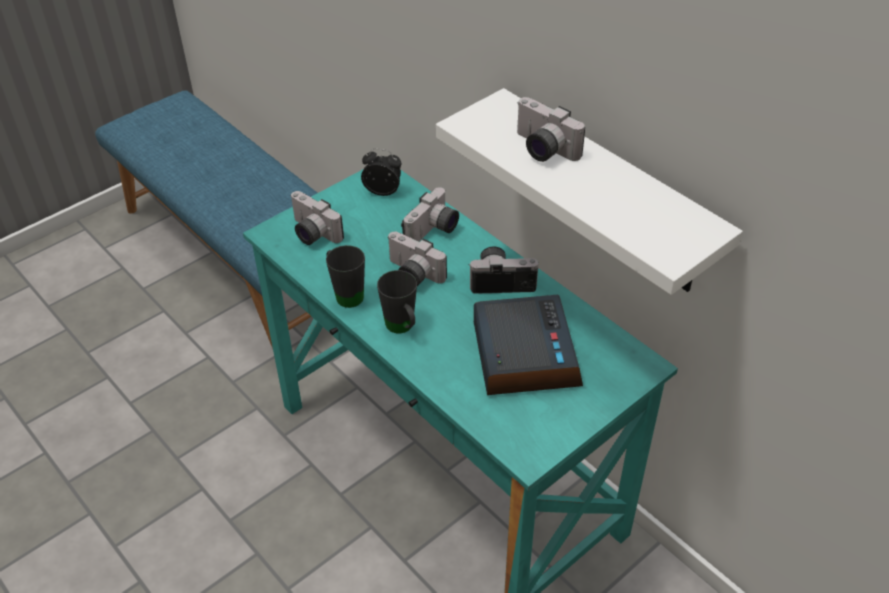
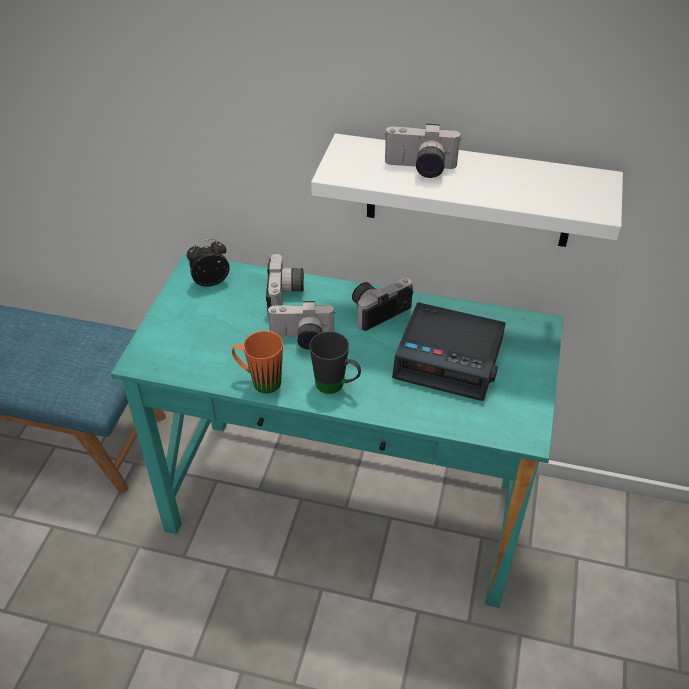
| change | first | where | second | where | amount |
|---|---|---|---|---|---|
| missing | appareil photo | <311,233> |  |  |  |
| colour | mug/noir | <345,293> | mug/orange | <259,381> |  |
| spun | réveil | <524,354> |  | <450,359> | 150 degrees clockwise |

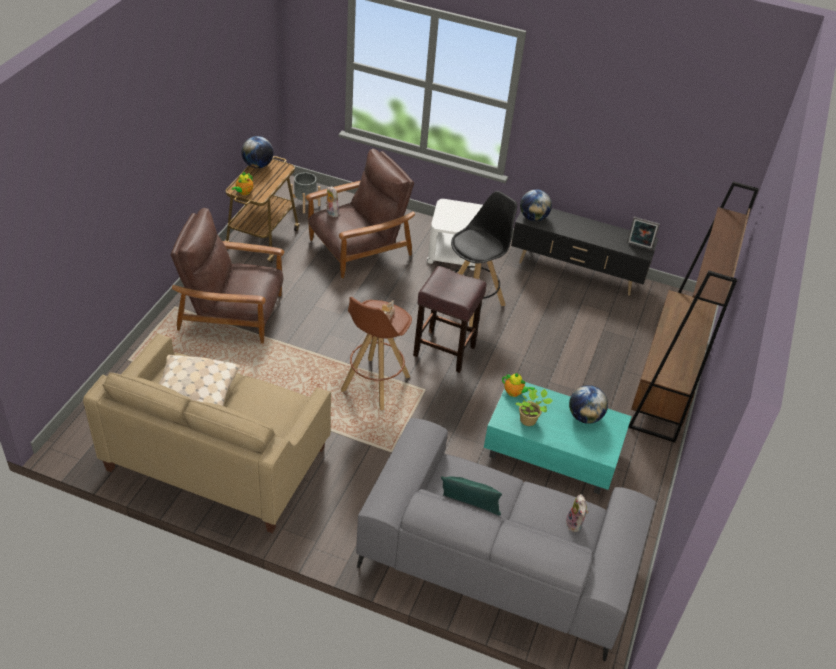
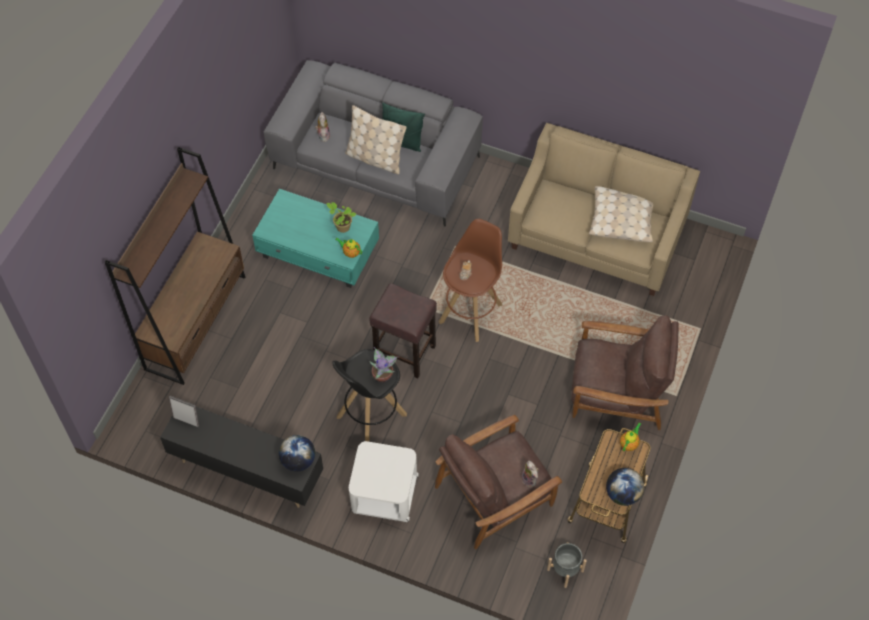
| change | first | where | second | where | amount |
|---|---|---|---|---|---|
| missing | globe | <584,417> |  |  |  |
| appeared |  |  | coussin/beige | <375,158> |  |
| appeared |  |  | plante en pot | <383,375> |  |

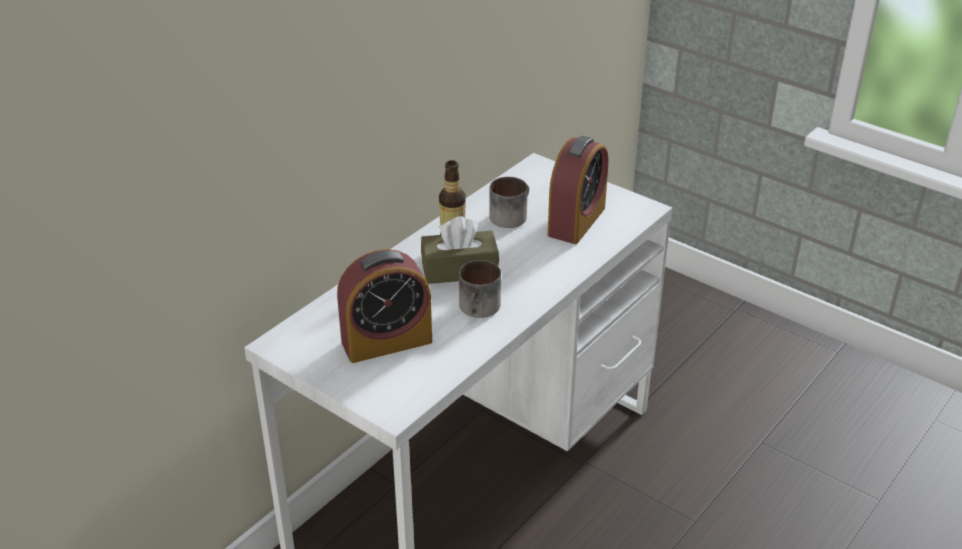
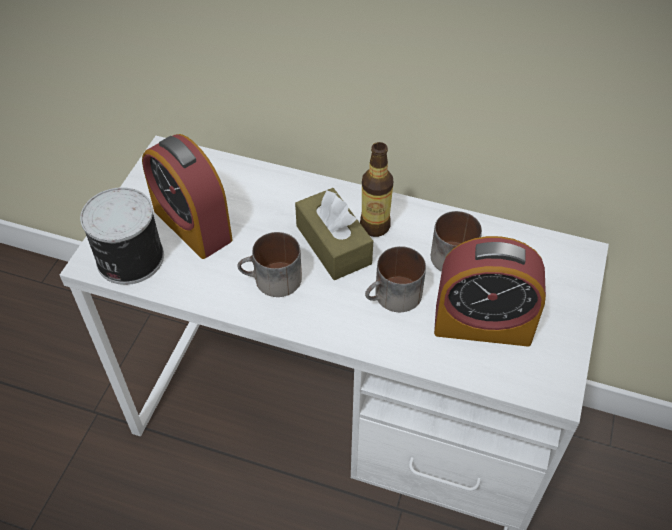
| change | first | where | second | where | amount |
|---|---|---|---|---|---|
| appeared |  |  | boîte métallique | <128,259> |  |
| appeared |  |  | mug | <394,298> |  |

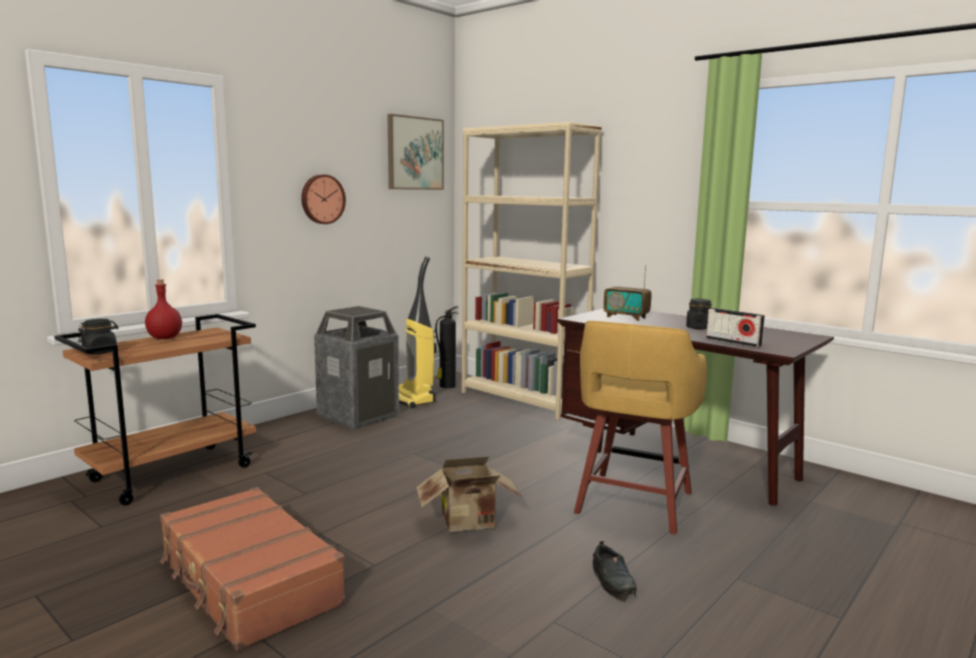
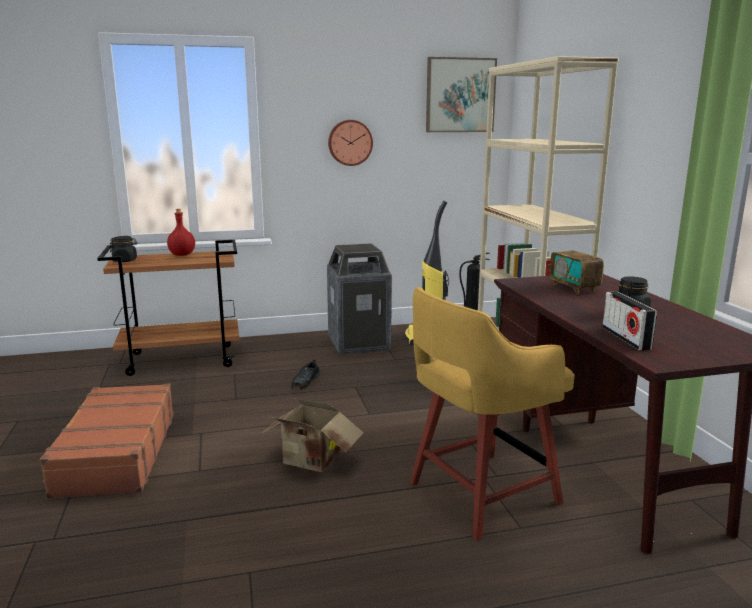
| change | first | where | second | where | amount |
|---|---|---|---|---|---|
| relocated | chaussure/noir | <613,580> |  | <305,381> |  |

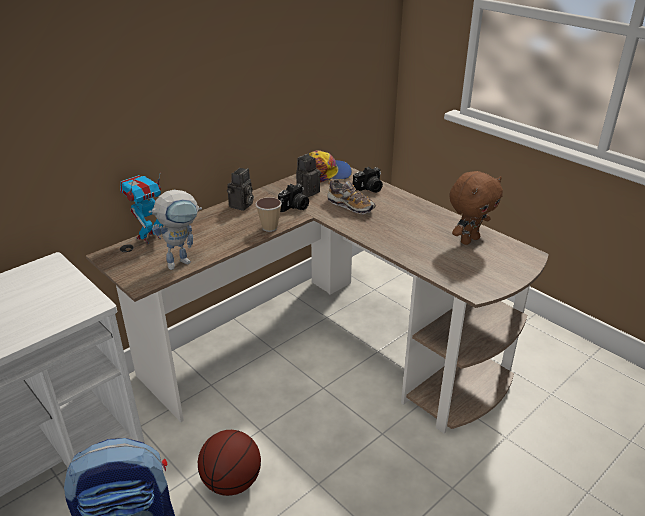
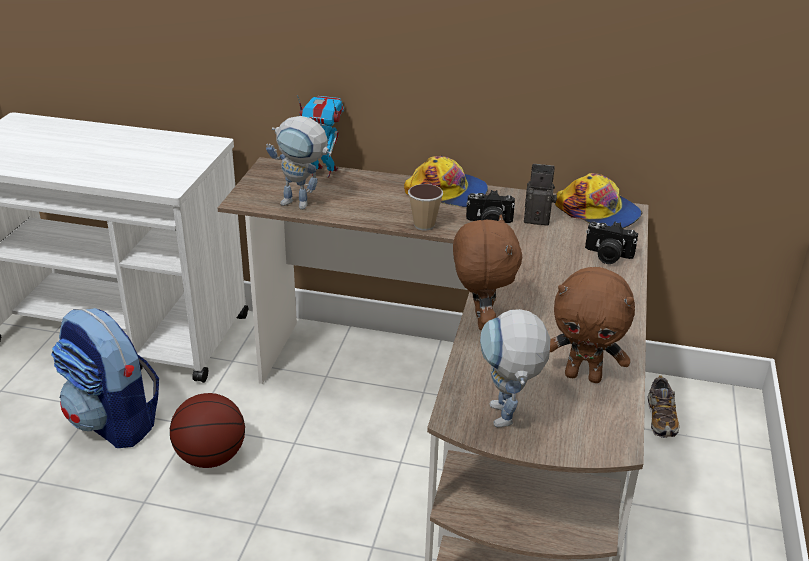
| change | first | where | second | where | amount |
|---|---|---|---|---|---|
| exchanged | appareil photo | <241,206> | casquette | <447,192> |  |
| relocated | chaussure | <350,206> |  | <661,418> |  |
| appeared |  |  | peluche/marron | <480,321> |  |
| appeared |  |  | robot jouet | <506,422> |  |

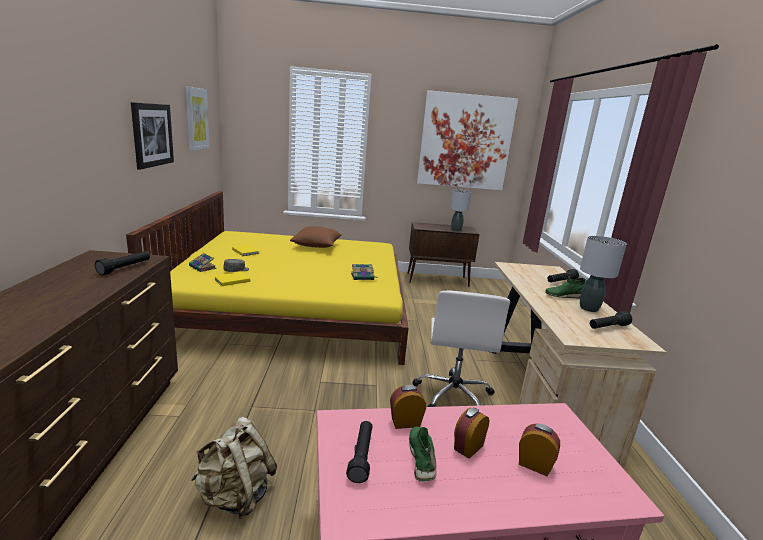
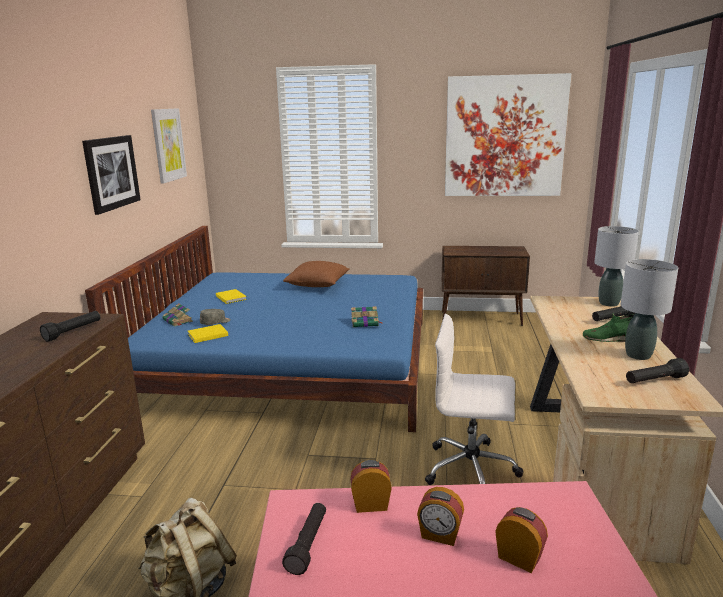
| change | first | where | second | where | amount |
|---|---|---|---|---|---|
| relocated | lampe de table/gris | <456,230> |  | <609,303> |  |
| colour | lit/jaune | <293,306> | lit/bleu | <291,361> |  |
| spun | chaise de bureau/blanc | <453,395> |  | <472,470> | 90 degrees clockwise |
| spun | réveil | <467,447> |  | <439,535> | 120 degrees counterclockwise |
| missing | chaussure/vert | <422,458> |  |  |  |

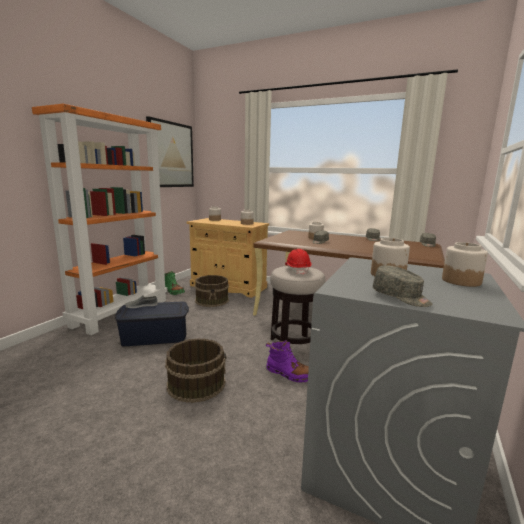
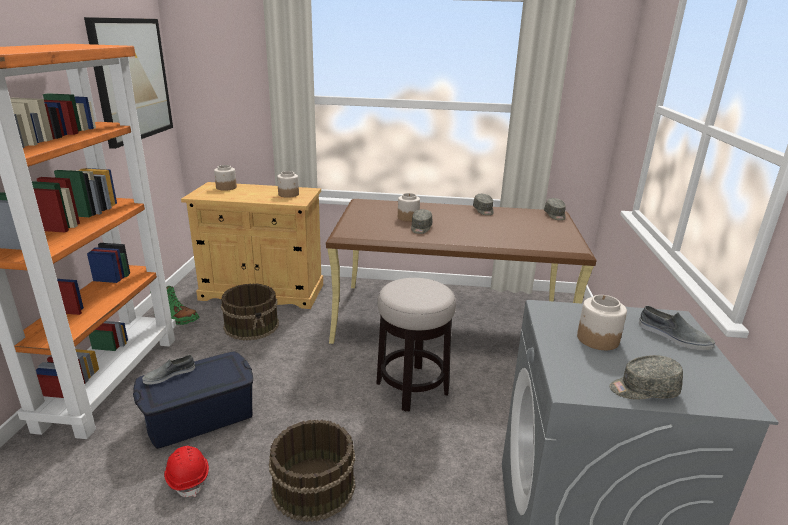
| change | first | where | second | where | amount |
|---|---|---|---|---|---|
| exchanged | bocal | <461,281> | chaussure/gris | <673,336> |  |
| relocated | casque de chantier/rouge | <297,270> |  | <188,477> |  |
| spun | casquette/gris | <401,297> |  | <643,390> | 150 degrees clockwise |
| missing | botte/violet | <289,374> |  |  |  |

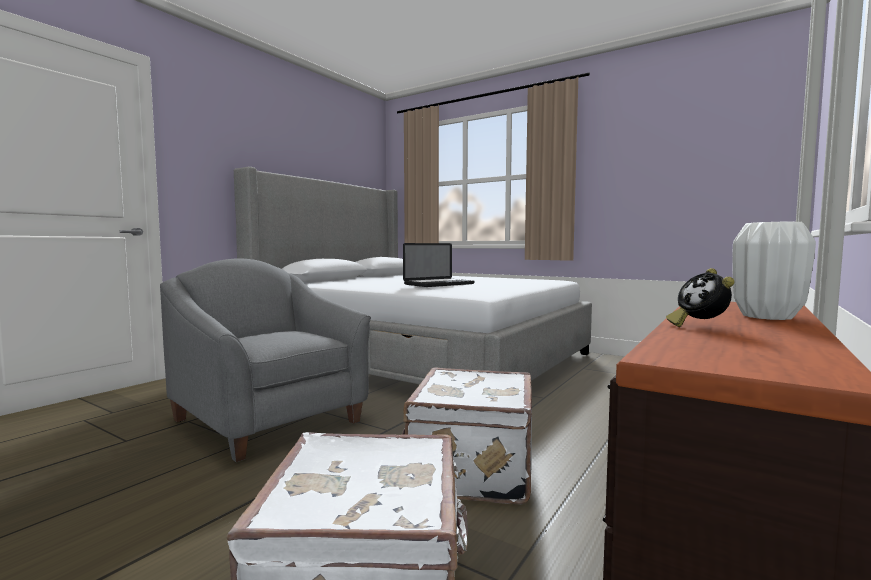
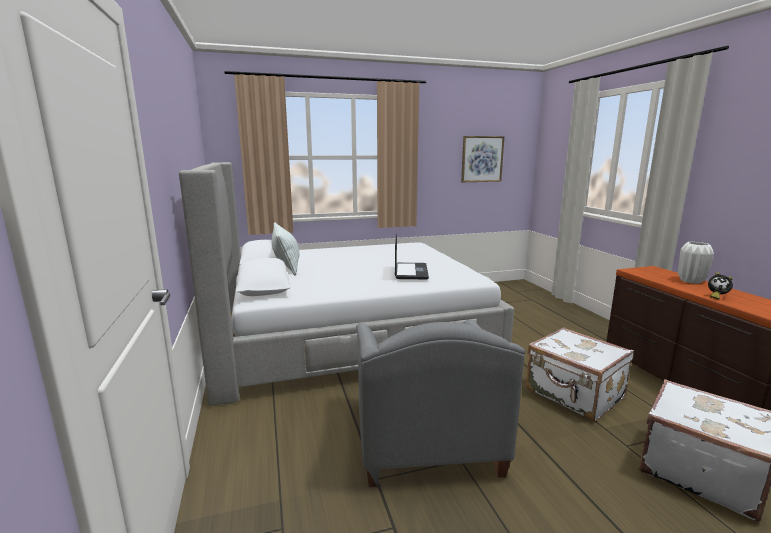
| change | first | where | second | where | amount |
|---|---|---|---|---|---|
| spun | fauteuil/gris | <270,421> |  | <424,436> | 90 degrees counterclockwise |
| appeared |  |  | tableau | <482,159> |  |
| appeared |  |  | coussin | <286,265> |  |

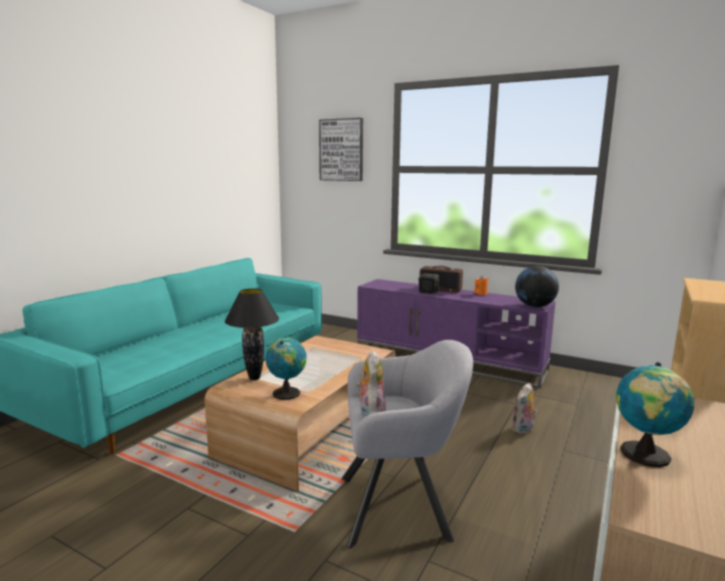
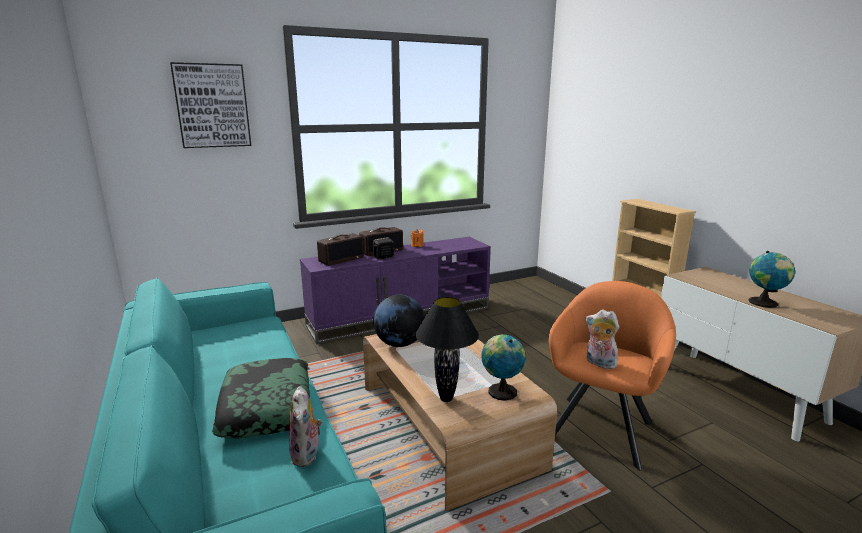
| change | first | where | second | where | amount |
|---|---|---|---|---|---|
| relocated | globe | <534,306> |  | <399,344> |  |
| colour | fauteuil/gris | <401,506> | fauteuil/orange | <602,426> |  |
| relocated | peluche | <523,430> |  | <307,455> |  |
| appeared |  |  | radio | <341,259> |  |
| appeared |  |  | coussin | <266,407> |  |

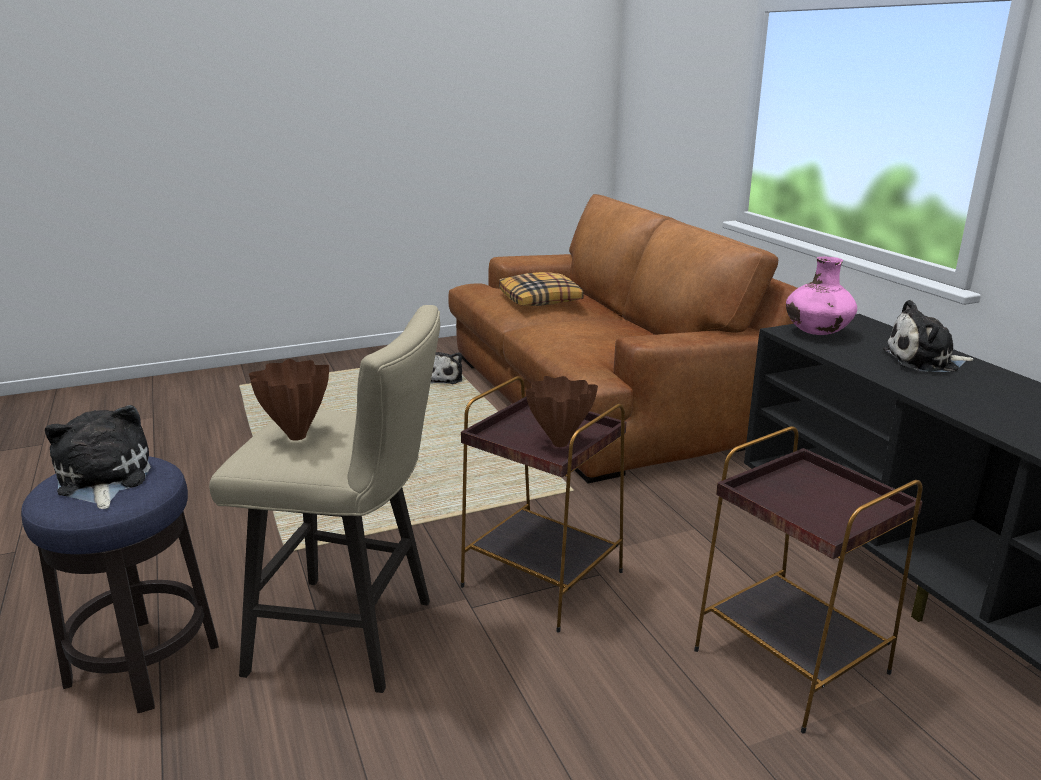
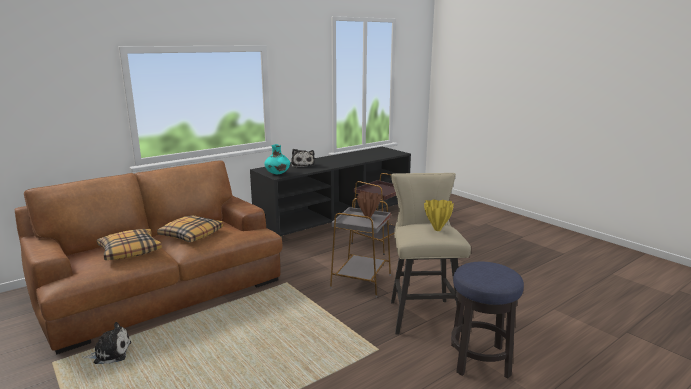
| change | first | where | second | where | amount |
|---|---|---|---|---|---|
| colour | vase/rose | <816,333> | vase/turquoise | <277,173> |  |
| colour | vase/marron | <297,436> | vase/jaune | <437,230> |  |
| colour | table d'appoint/marron | <543,580> | table d'appoint/gris | <361,281> |  |
| missing | peluche | <103,479> |  |  |  |
| appeared |  |  | coussin | <191,235> |  |

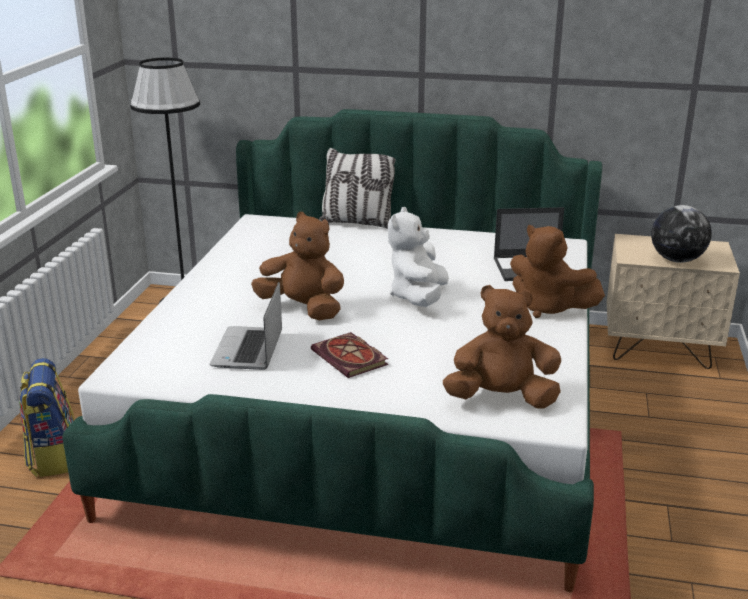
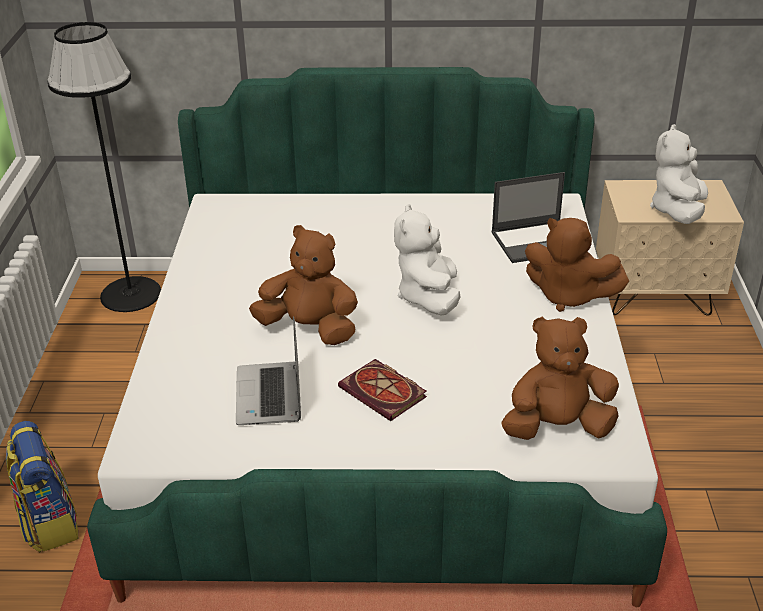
| change | first | where | second | where | amount |
|---|---|---|---|---|---|
| missing | coussin | <357,223> |  |  |  |
| exchanged | globe | <676,260> | peluche/blanc | <677,211> |  |

